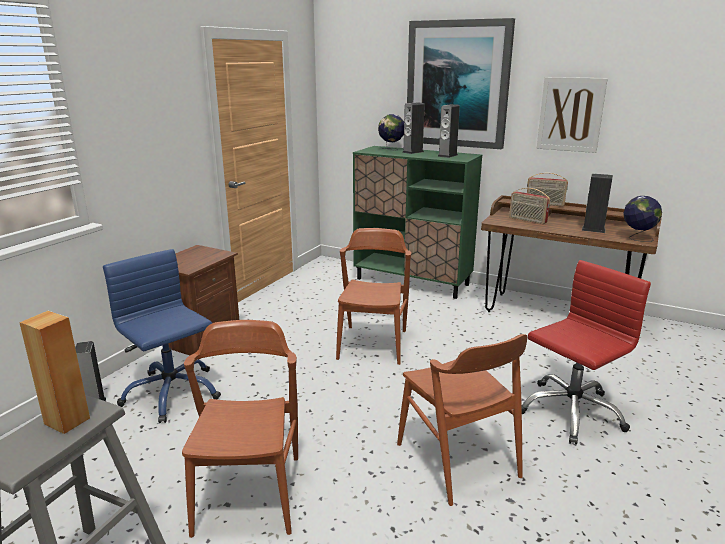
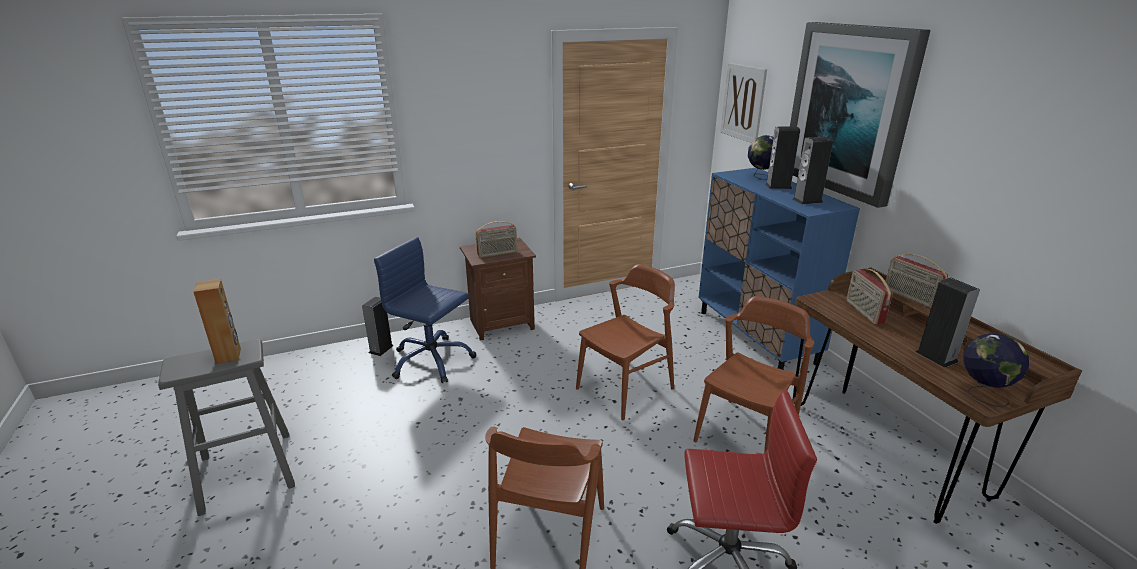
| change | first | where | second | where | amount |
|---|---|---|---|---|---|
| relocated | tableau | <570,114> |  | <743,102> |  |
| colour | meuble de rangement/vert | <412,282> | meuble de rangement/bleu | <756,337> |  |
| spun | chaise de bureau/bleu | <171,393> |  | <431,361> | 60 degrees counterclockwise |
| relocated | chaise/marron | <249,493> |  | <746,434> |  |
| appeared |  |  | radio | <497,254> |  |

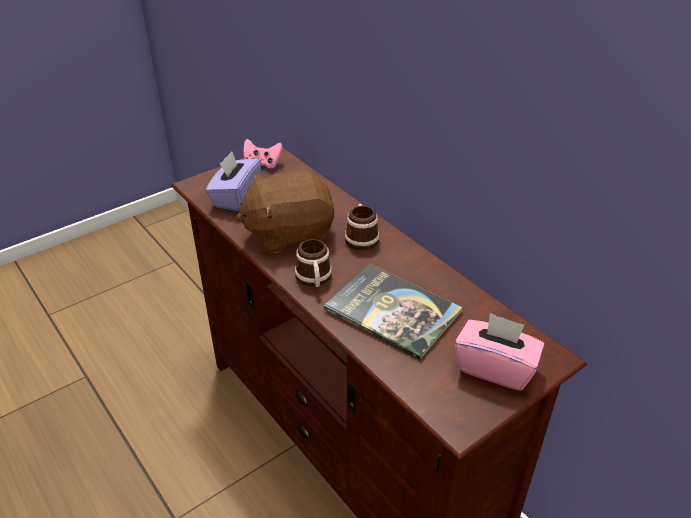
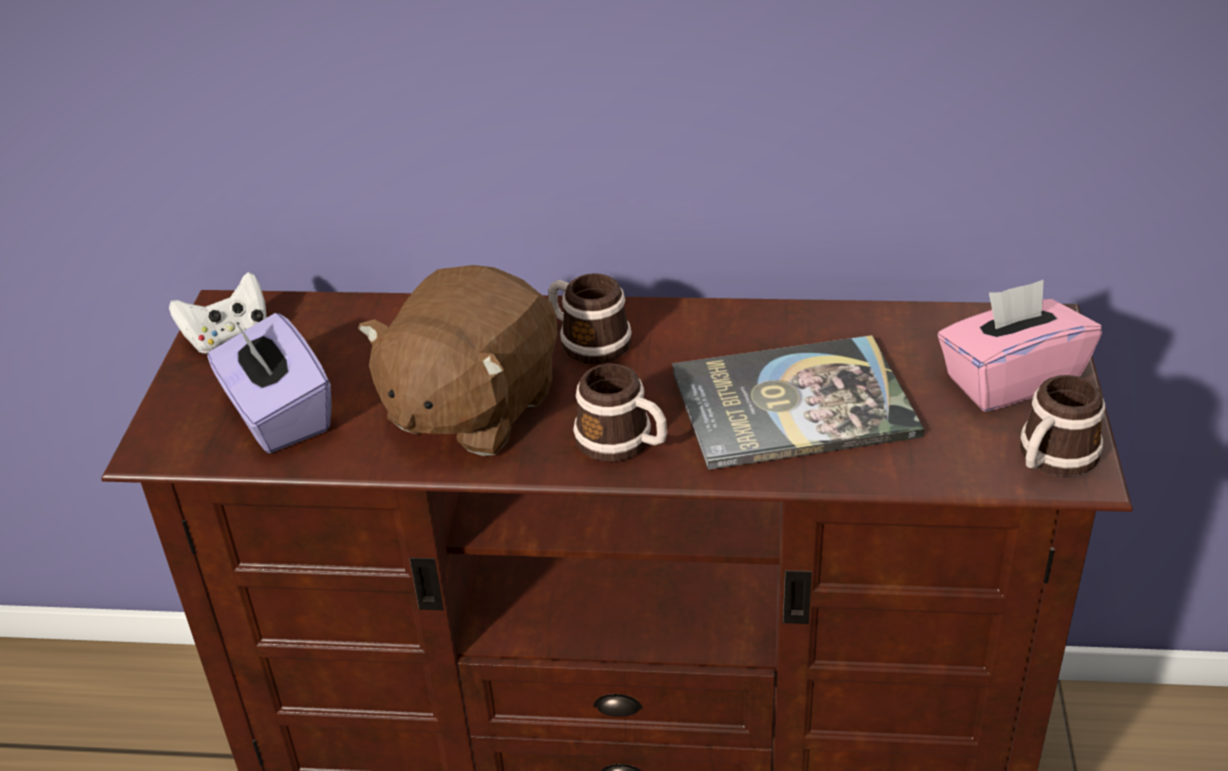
| change | first | where | second | where | amount |
|---|---|---|---|---|---|
| colour | manette/rose | <262,164> | manette/blanc | <228,336> |  |
| appeared |  |  | mug | <1052,459> |  |

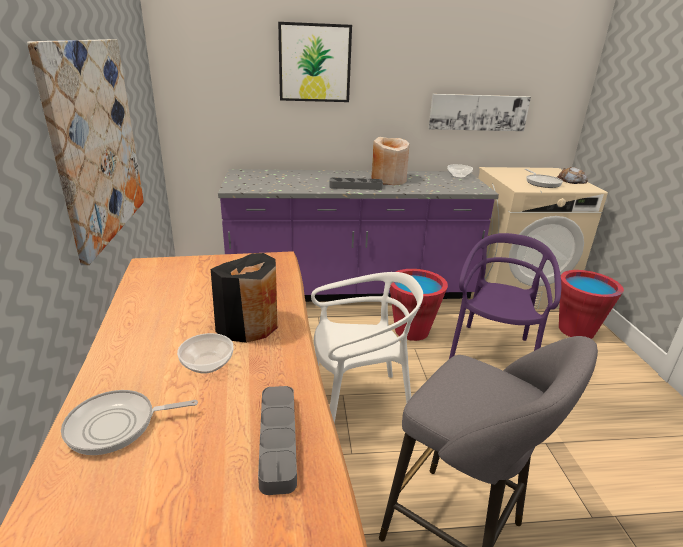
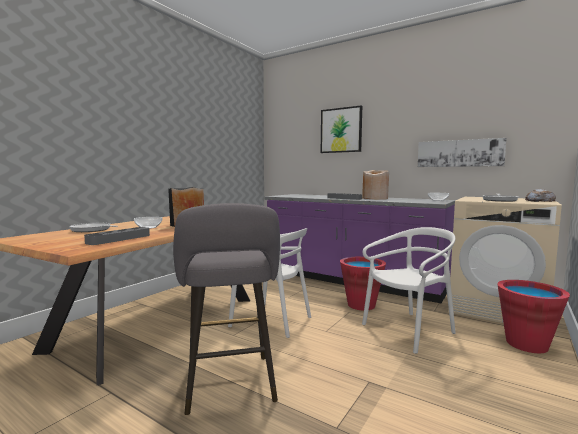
| change | first | where | second | where | amount |
|---|---|---|---|---|---|
| missing | tableau | <96,143> |  |  |  |
| colour | chaise/violet | <492,353> | chaise/blanc | <409,330> |  |

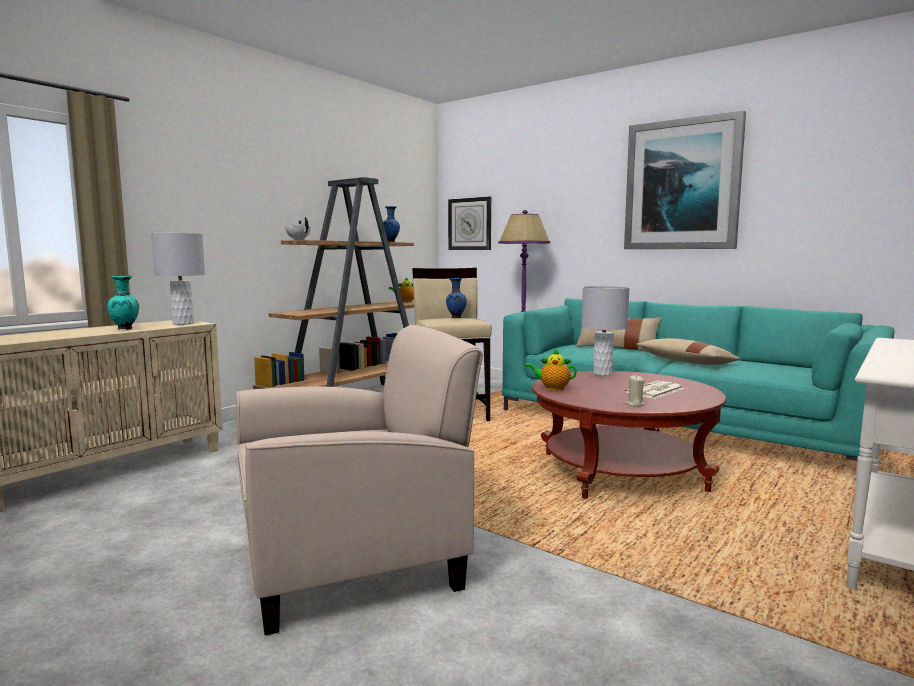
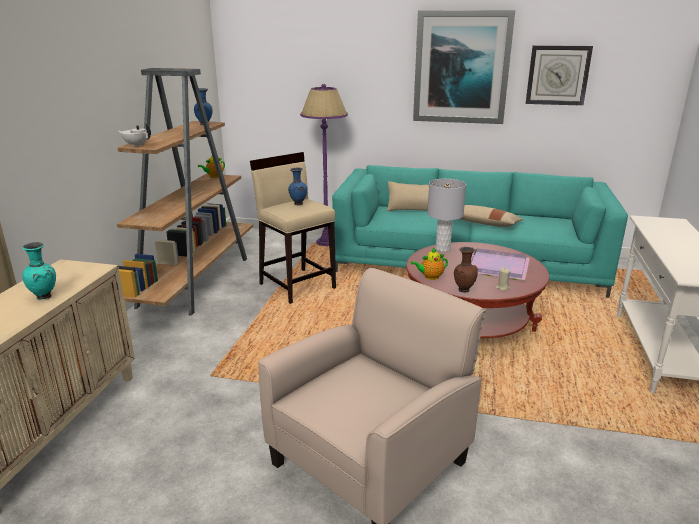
| change | first | where | second | where | amount |
|---|---|---|---|---|---|
| relocated | horloge murale | <470,224> |  | <558,75> |  |
| missing | lampe de table/gris | <183,323> |  |  |  |
| exchanged | journal | <655,391> | plateau/violet | <498,267> |  |
| appeared |  |  | vase/marron | <463,290> |  |

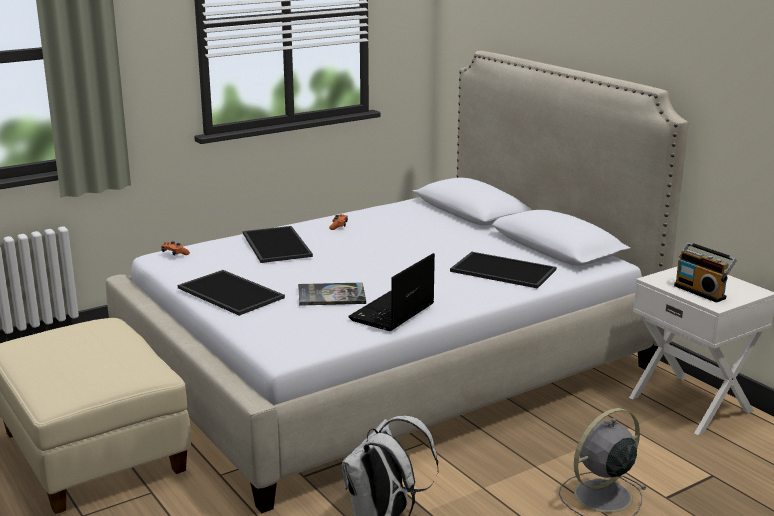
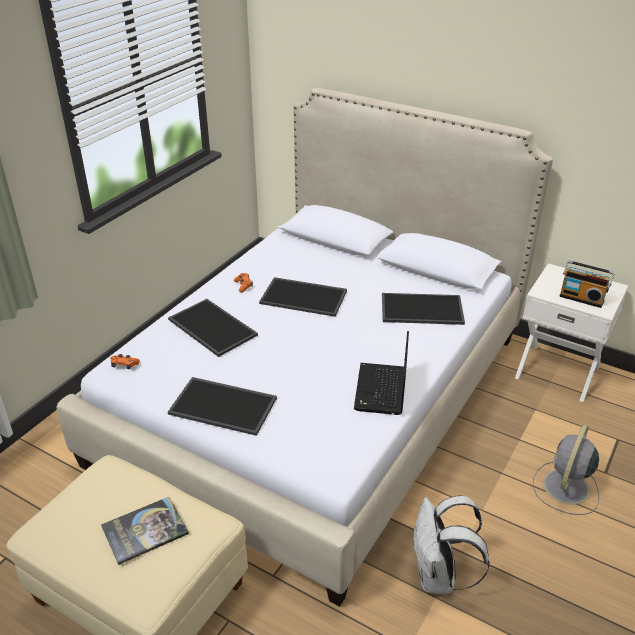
| change | first | where | second | where | amount |
|---|---|---|---|---|---|
| relocated | livre | <331,295> |  | <145,530> |  |
| appeared |  |  | plateau | <304,296> |  |

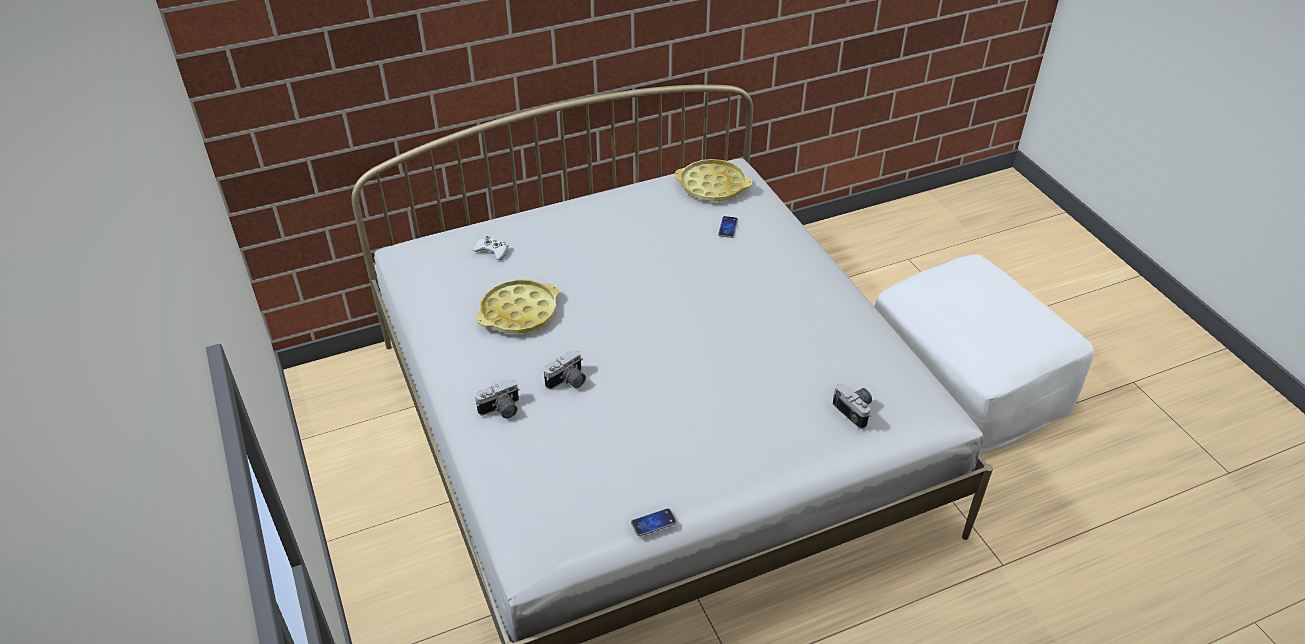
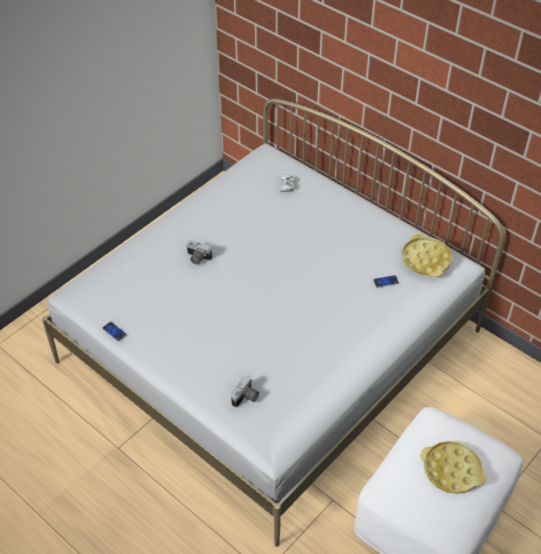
| change | first | where | second | where | amount |
|---|---|---|---|---|---|
| relocated | plateau/jaune | <519,312> |  | <451,470> |  |
| missing | appareil photo | <501,410> |  |  |  |

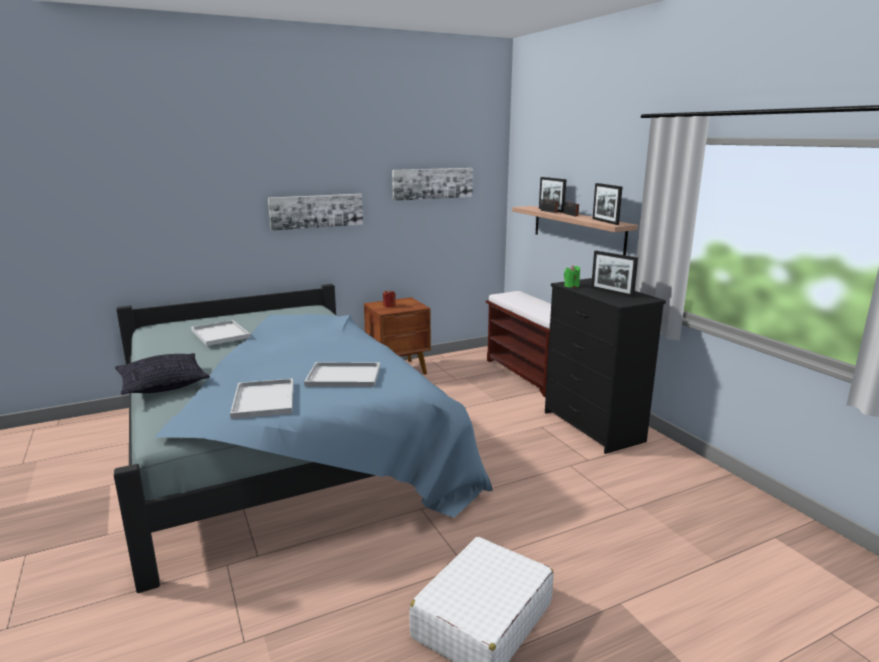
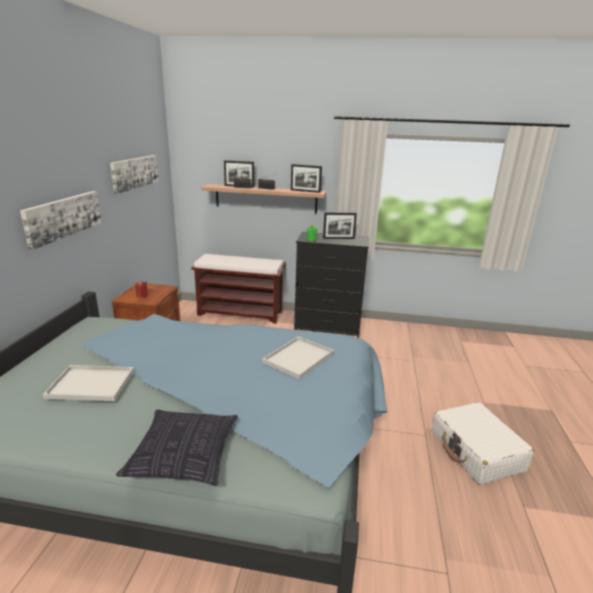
| change | first | where | second | where | amount |
|---|---|---|---|---|---|
| missing | plateau/blanc | <263,399> |  |  |  |

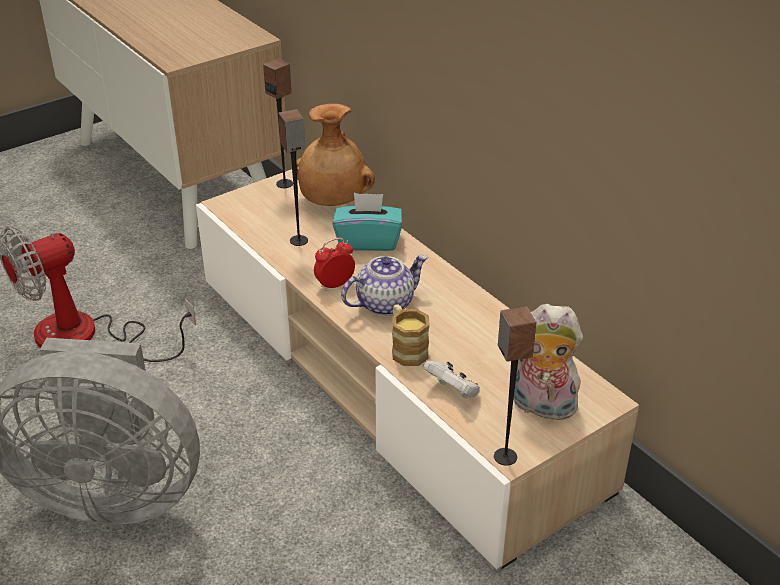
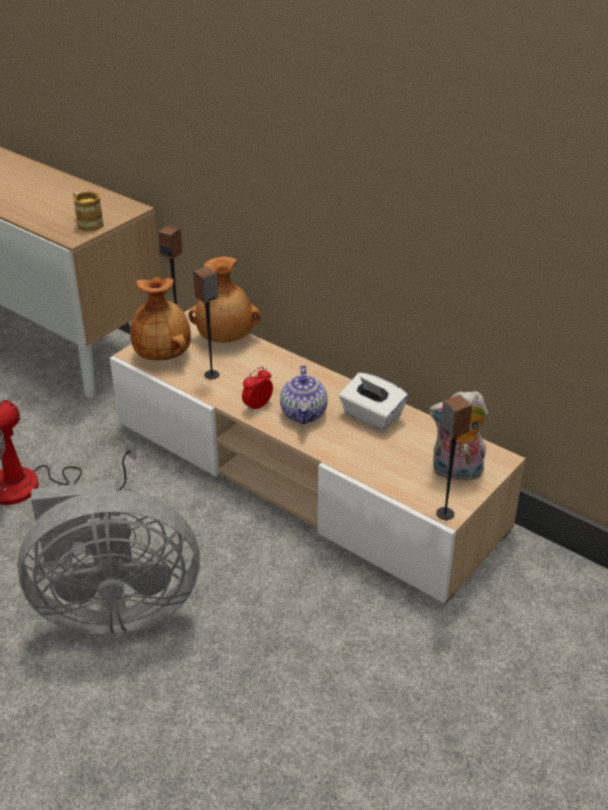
| change | first | where | second | where | amount |
|---|---|---|---|---|---|
| missing | boîte à mouchoirs/turquoise | <368,241> |  |  |  |
| spun | théière | <385,303> |  | <304,414> | 135 degrees clockwise |
| relocated | mug | <406,349> |  | <87,223> |  |
| missing | manette/blanc | <453,391> |  |  |  |
| appeared |  |  | vase/marron | <163,355> |  |
| appeared |  |  | boîte à mouchoirs/blanc | <371,416> |  |

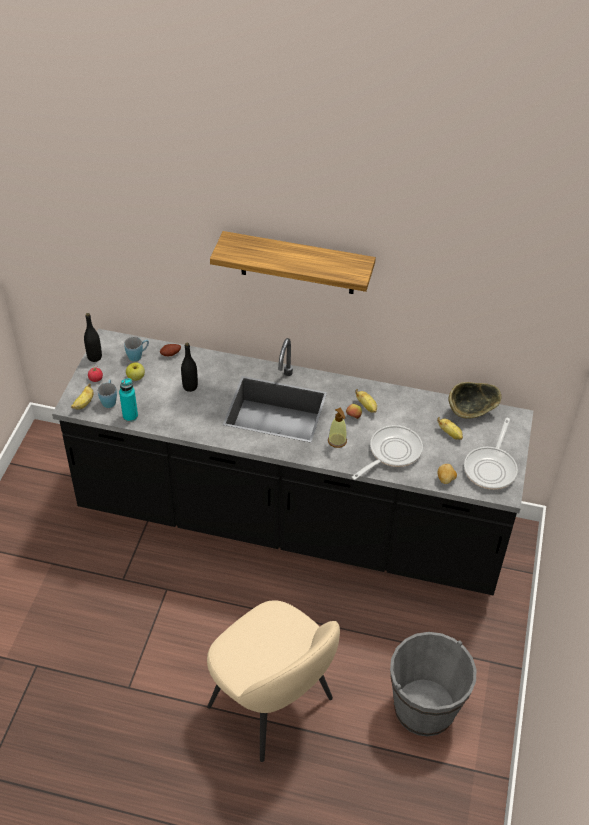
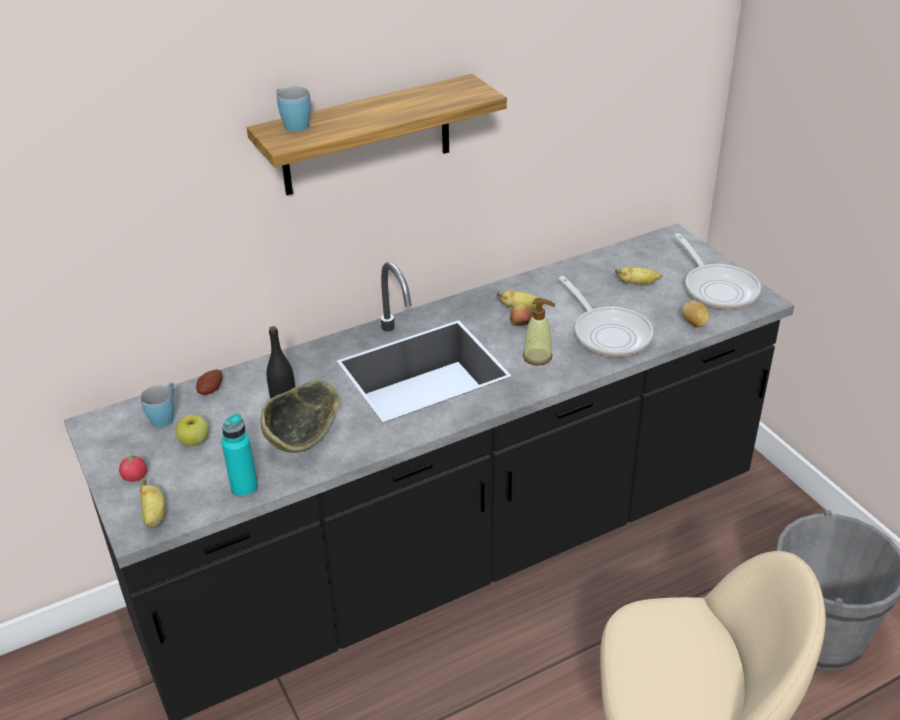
| change | first | where | second | where | amount |
|---|---|---|---|---|---|
| missing | bouteille/noir | <94,357> |  |  |  |
| relocated | mug/bleu | <109,400> |  | <293,124> |  |
| relocated | bol | <470,412> |  | <302,440> |  |
| spun | poêle | <391,452> |  | <608,333> | 150 degrees clockwise |

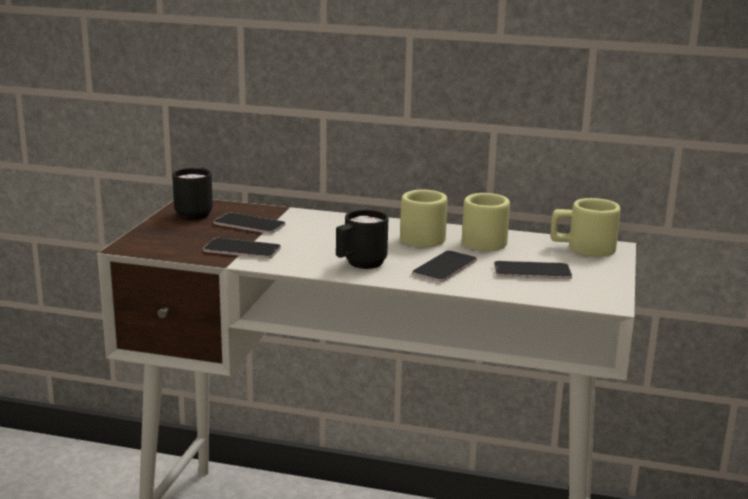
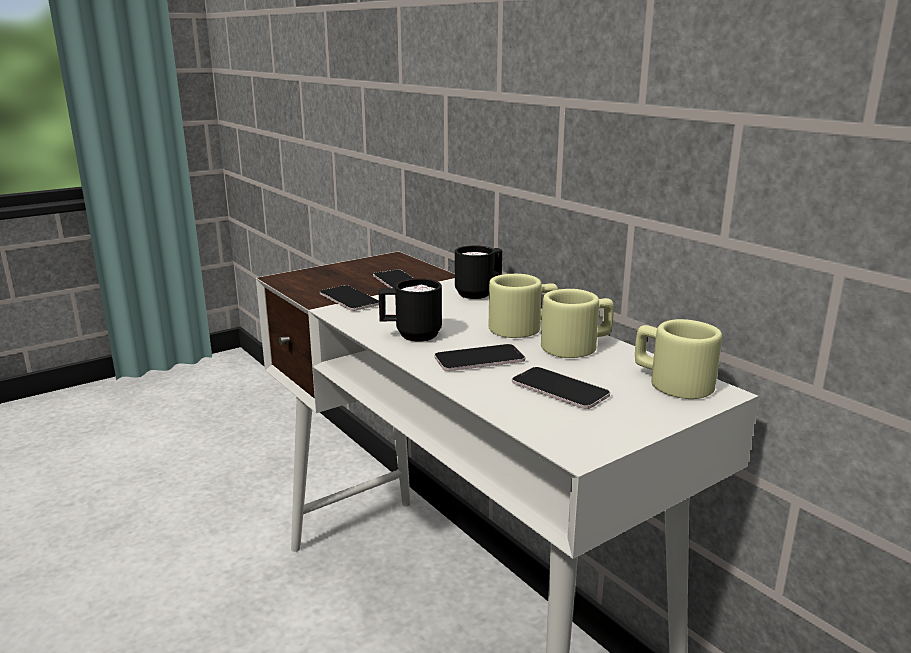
| change | first | where | second | where | amount |
|---|---|---|---|---|---|
| relocated | mug/noir | <196,213> |  | <479,293> |  |

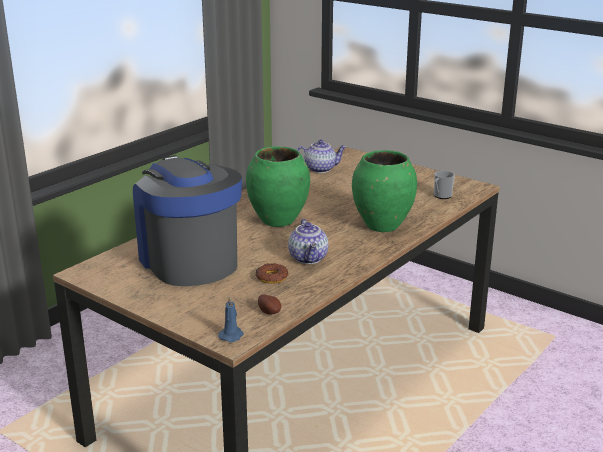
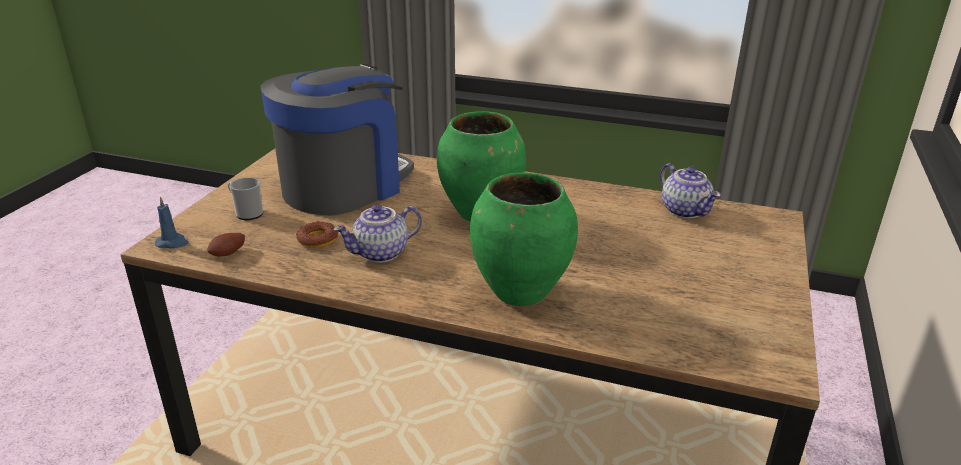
| change | first | where | second | where | amount |
|---|---|---|---|---|---|
| relocated | mug | <441,196> |  | <247,213> |  |

